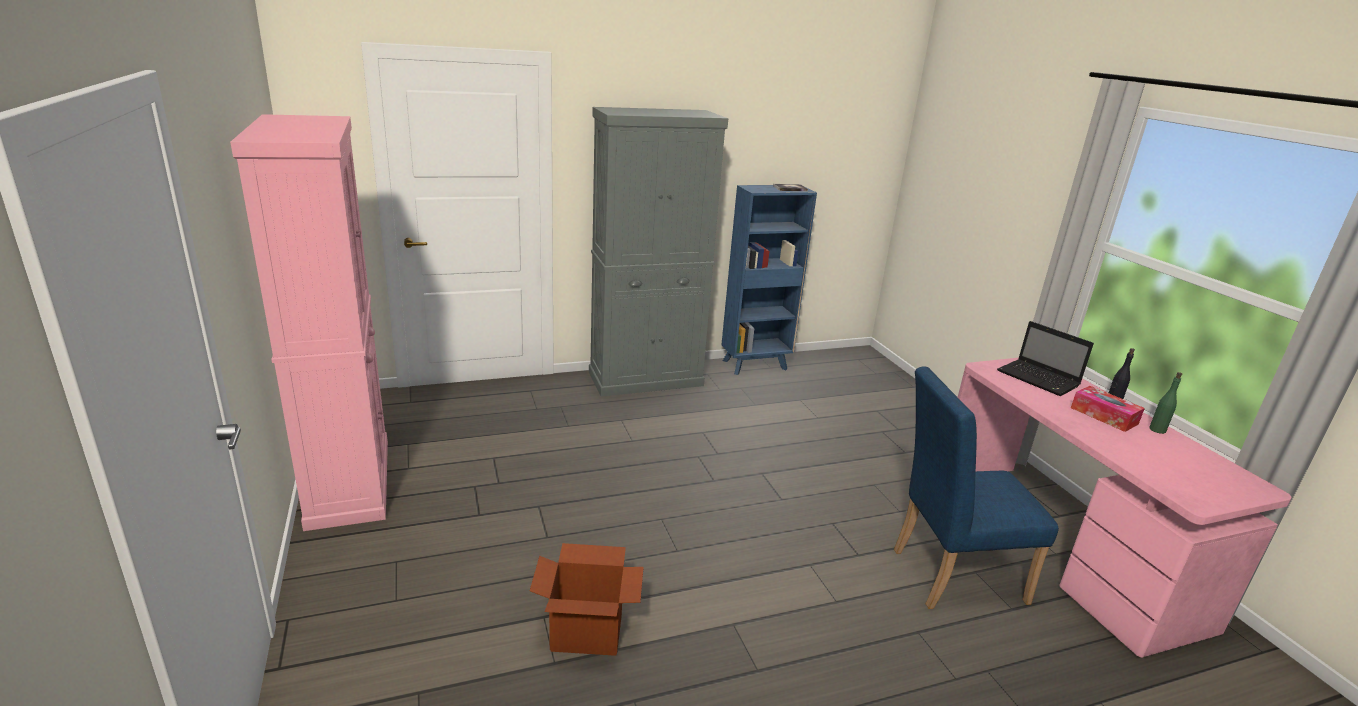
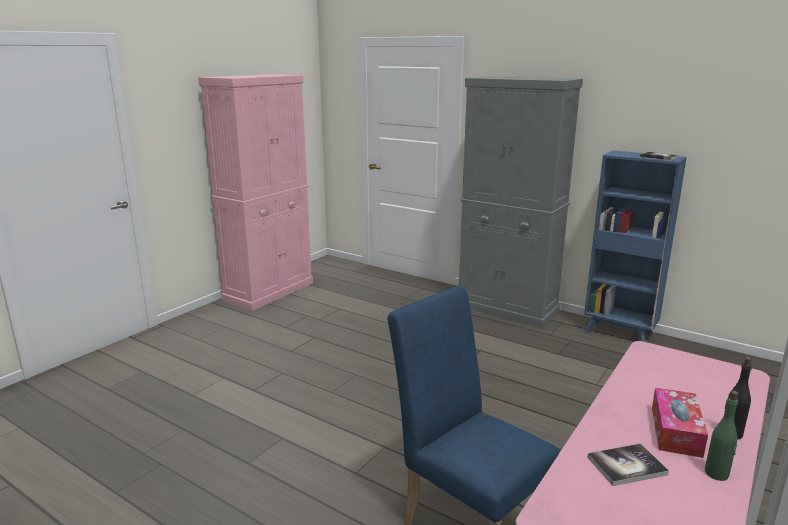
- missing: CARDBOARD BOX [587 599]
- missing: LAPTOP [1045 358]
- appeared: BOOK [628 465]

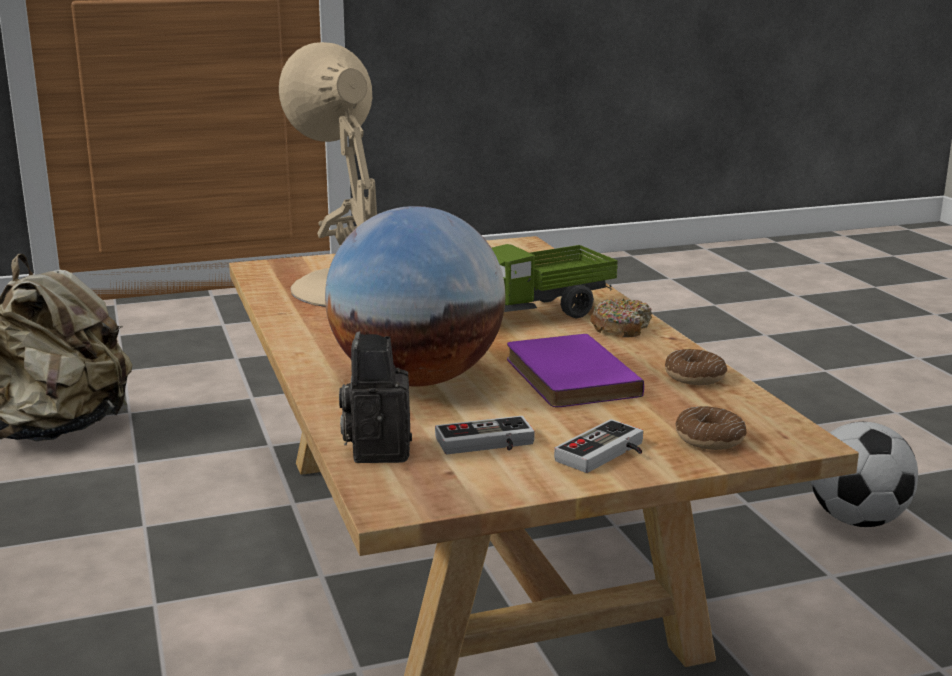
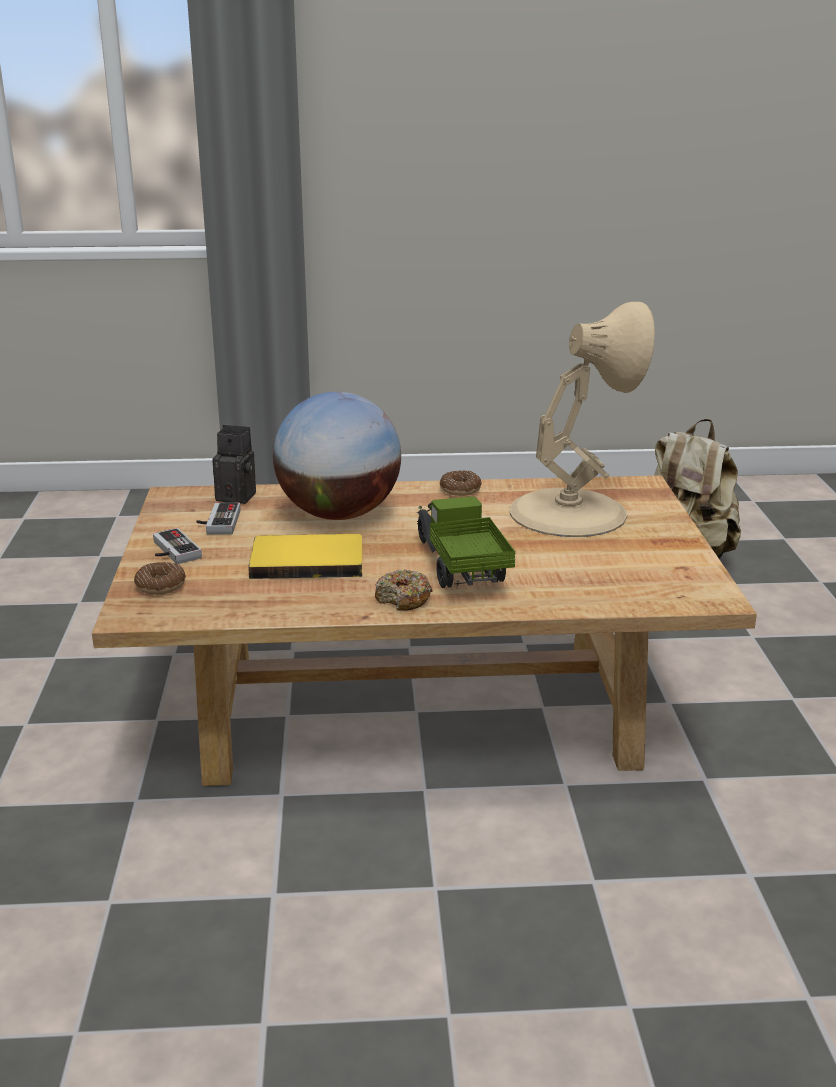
- missing: FOOTBALL [864 474]
- relocated: DONUT [696 367] to [461 483]
- colour: PURPLE BOOK [575 370] to YELLOW BOOK [305 556]

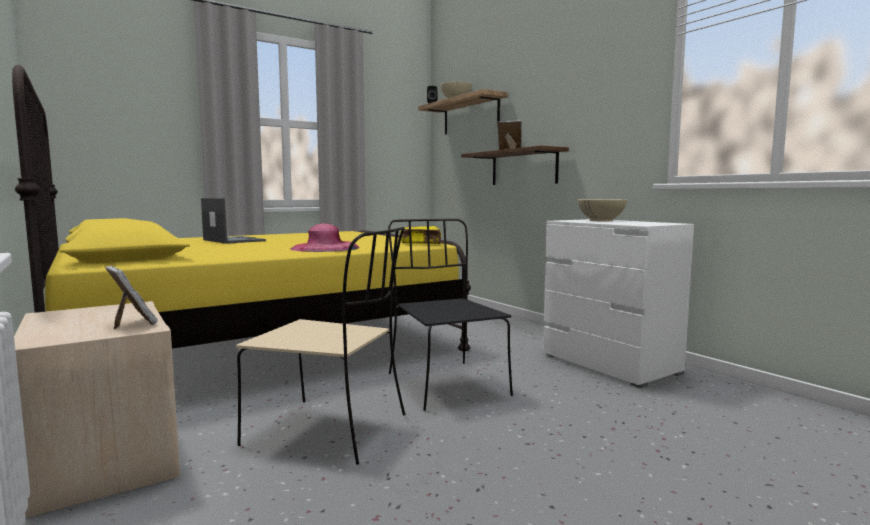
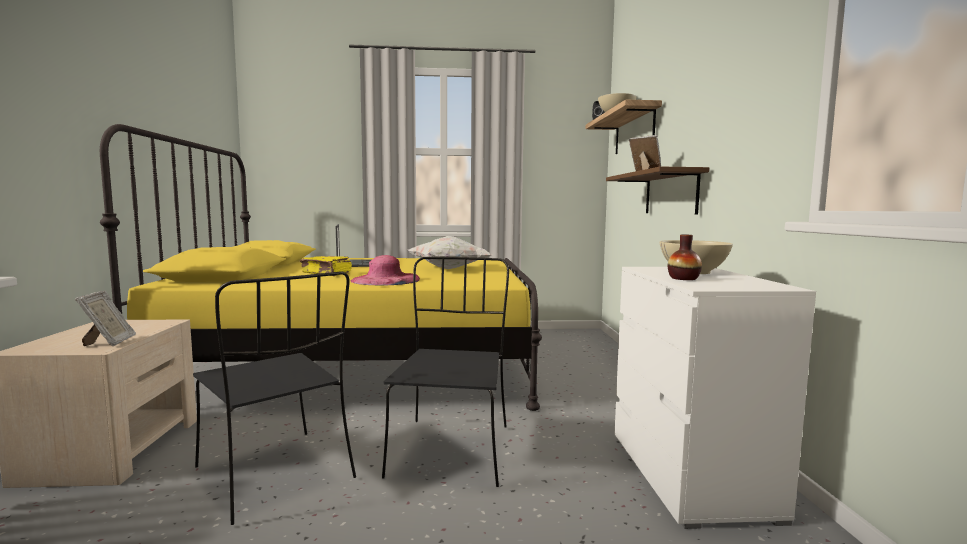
- appeared: WHITE PILLOW [449 252]
- appeared: VASE [685 257]
- relocated: YELLOW BOOK [420 235] to [326 266]
- colour: BEIGE CHAIR [320 346] to BLACK CHAIR [274 398]

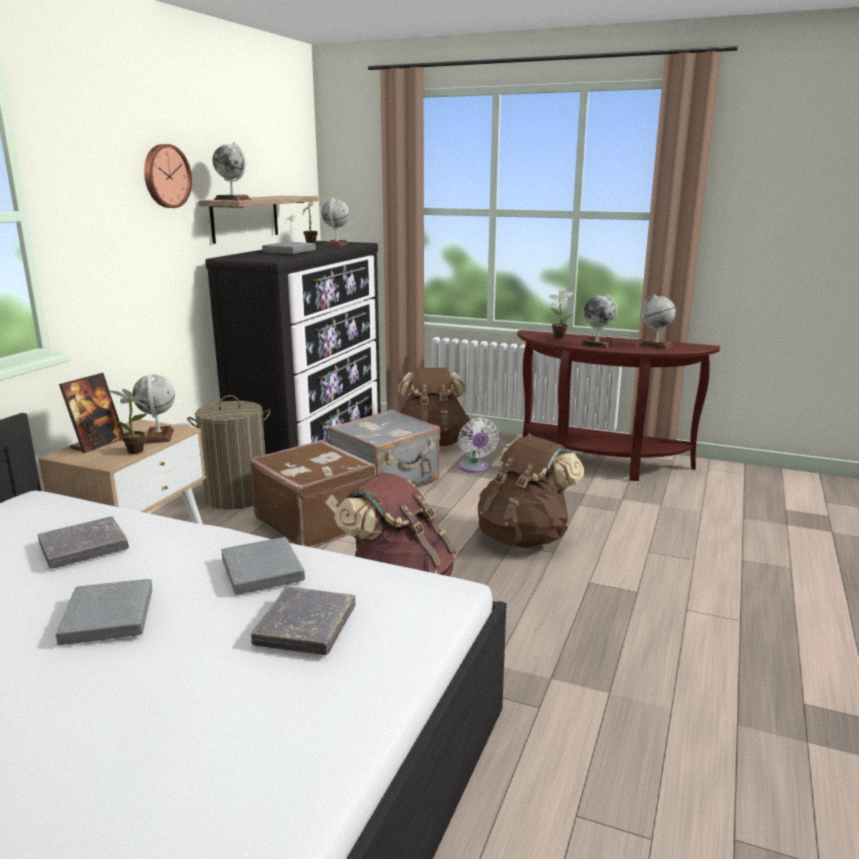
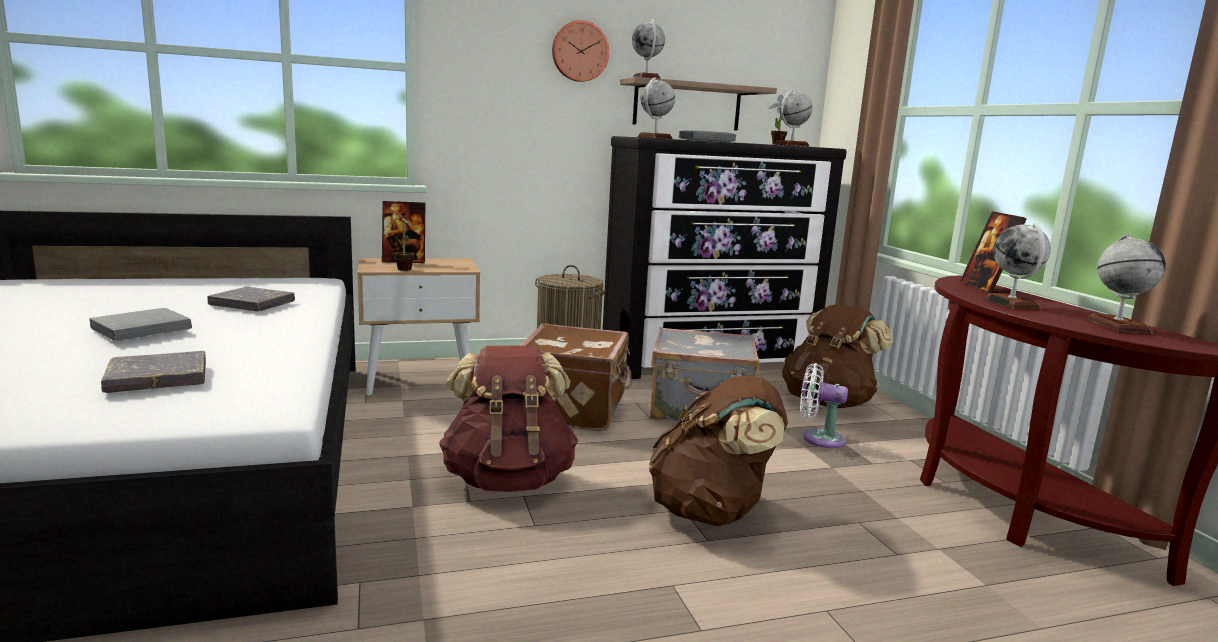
- missing: GREY BOOK [263 566]
- relocated: GLOBE [153 409] to [656 108]
- exchanged: POTTED PLANT [561 312] to PICTURE FRAME [993 252]
- spun: WHITE FAN [478 445] = [824 405] 75 degrees clockwise

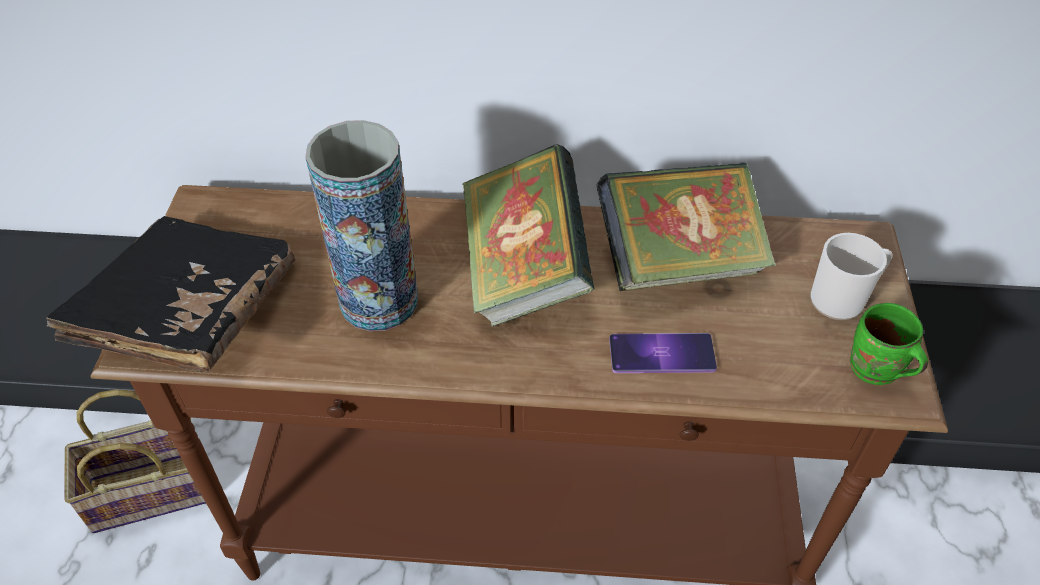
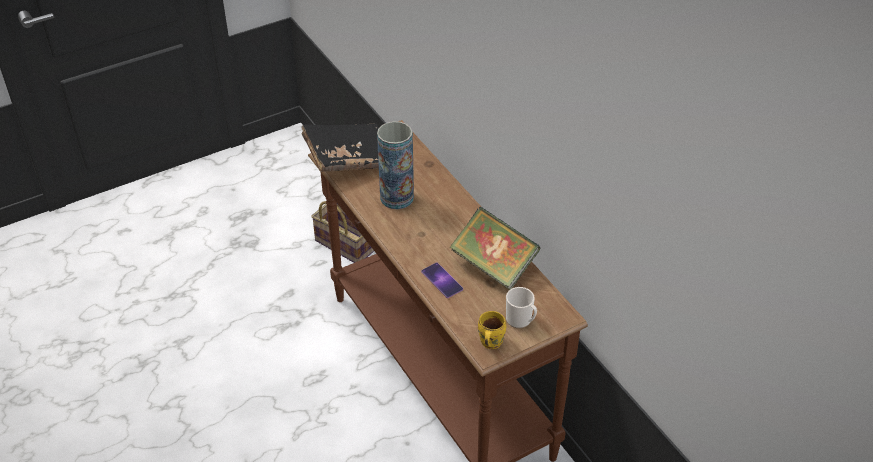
- missing: BOOK [528 235]
- colour: GREEN MUG [889 344] to YELLOW MUG [492 330]

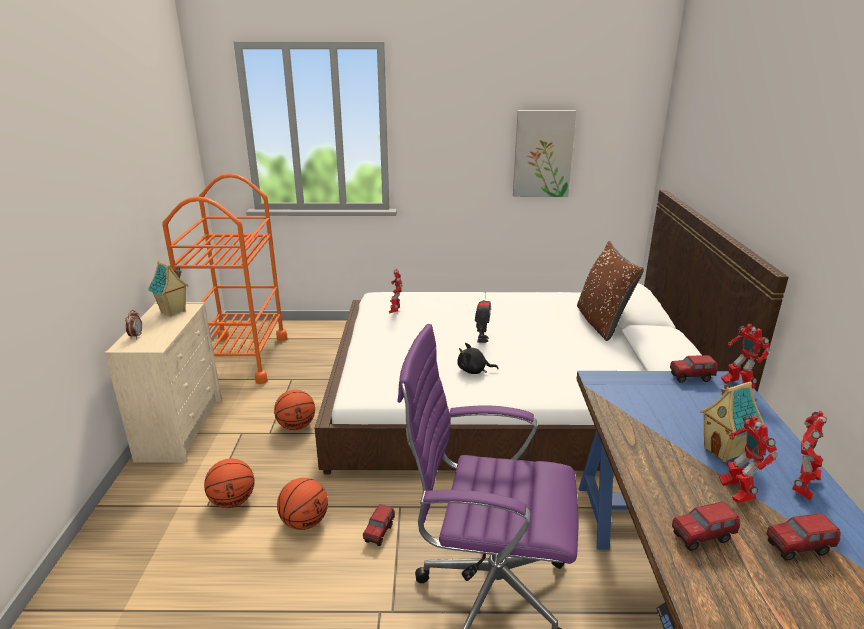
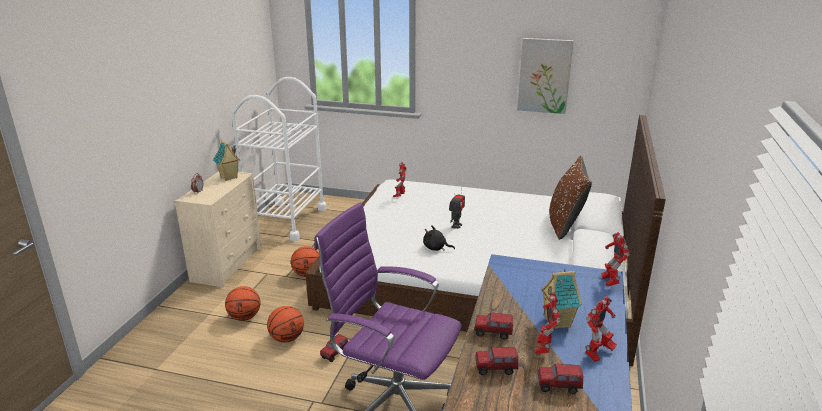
- relocated: TOY TRUCK [694 369] to [493 326]
- colour: ORANGE CART [225 278] to WHITE CART [279 159]

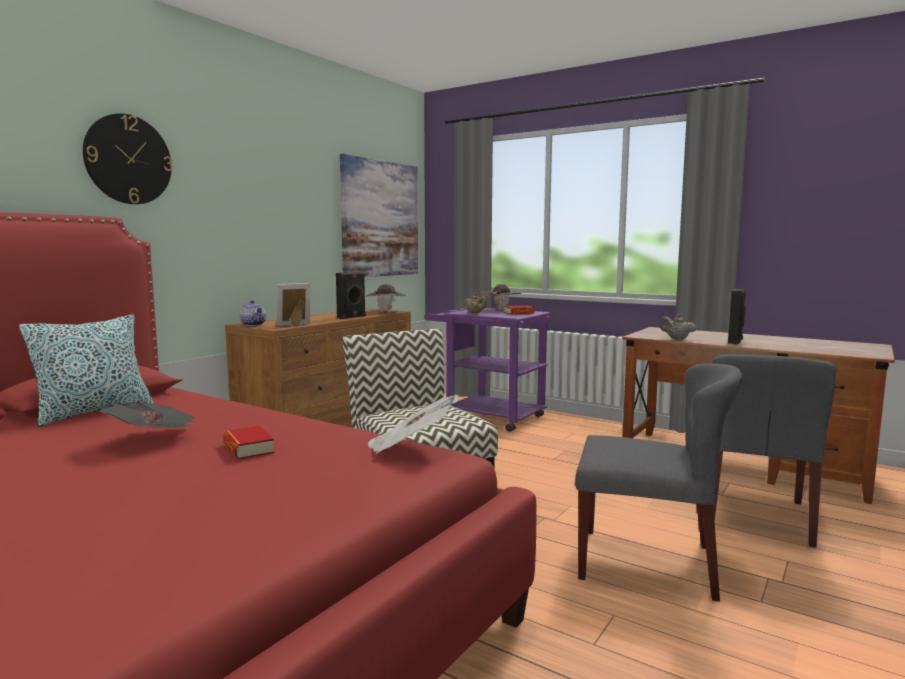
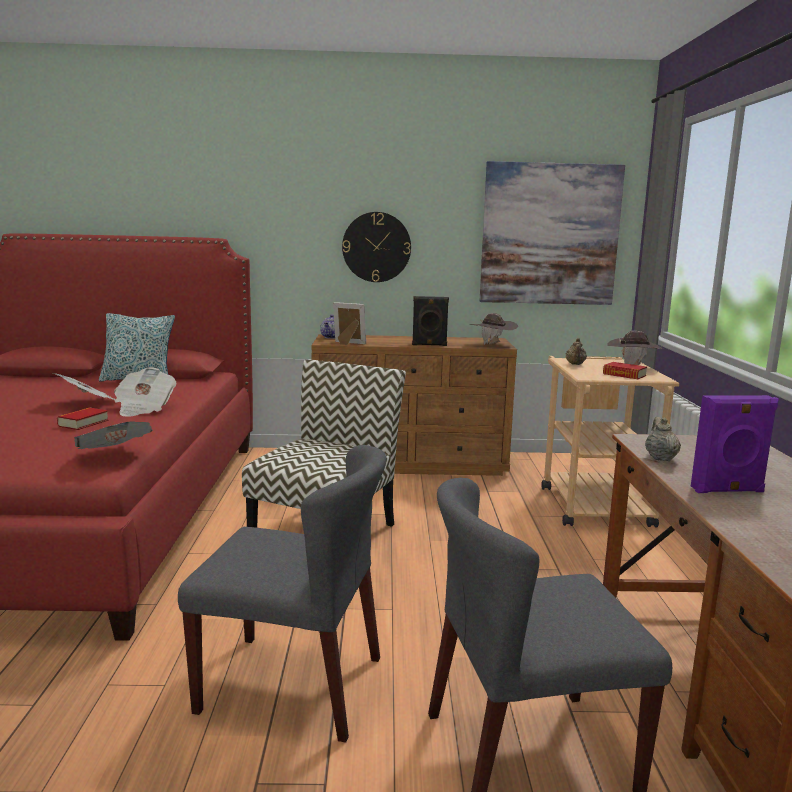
- appeared: NEWSPAPER [145 392]
- relocated: WALL CLOCK [128 158] to [376 247]
- colour: PURPLE CART [487 370] to BEIGE CART [610 441]
- colour: BLACK SPEAKER [737 316] to PURPLE SPEAKER [735 444]
- spun: GREY CHAIR [658 482] = [282 594] 60 degrees counterclockwise

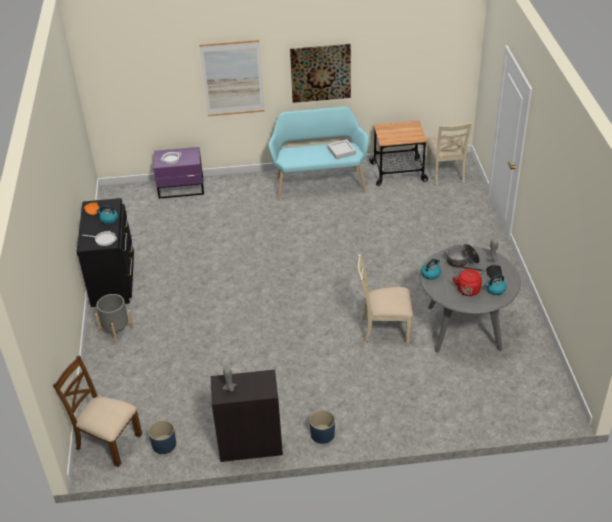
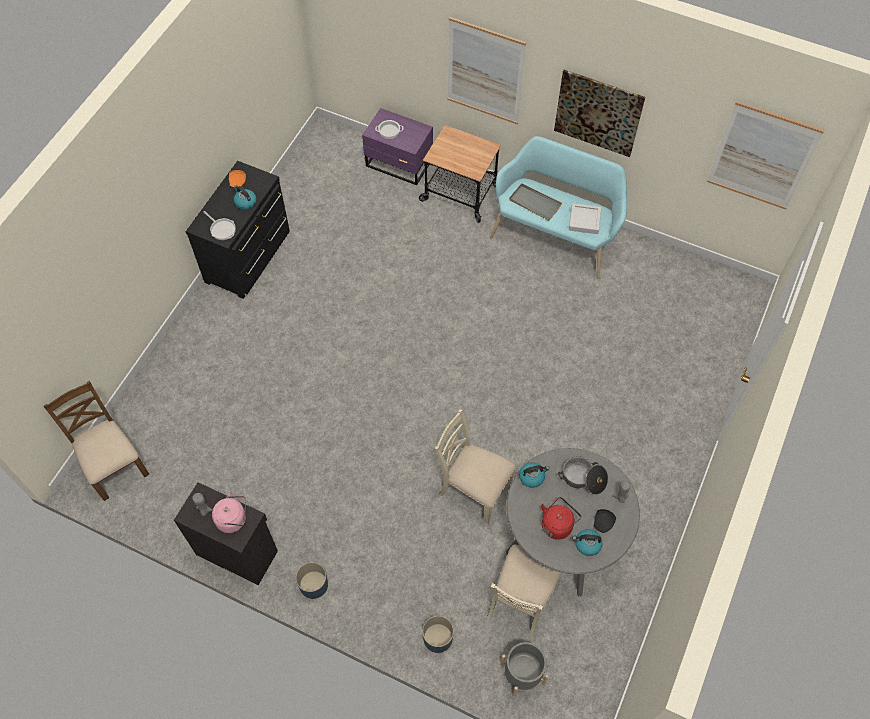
- appeared: PINK KETTLE [229 512]
- appeared: GREY TRAY [535 202]
- appeared: PICTURE [765 155]
- relocated: GREY PLANTER [114 318] to [524 669]
- relocated: BLUE PLANTER [162 437] to [438 634]
- relocated: CART [399 153] to [460 174]
- relocated: BEIGE CHAIR [449 153] to [525 591]

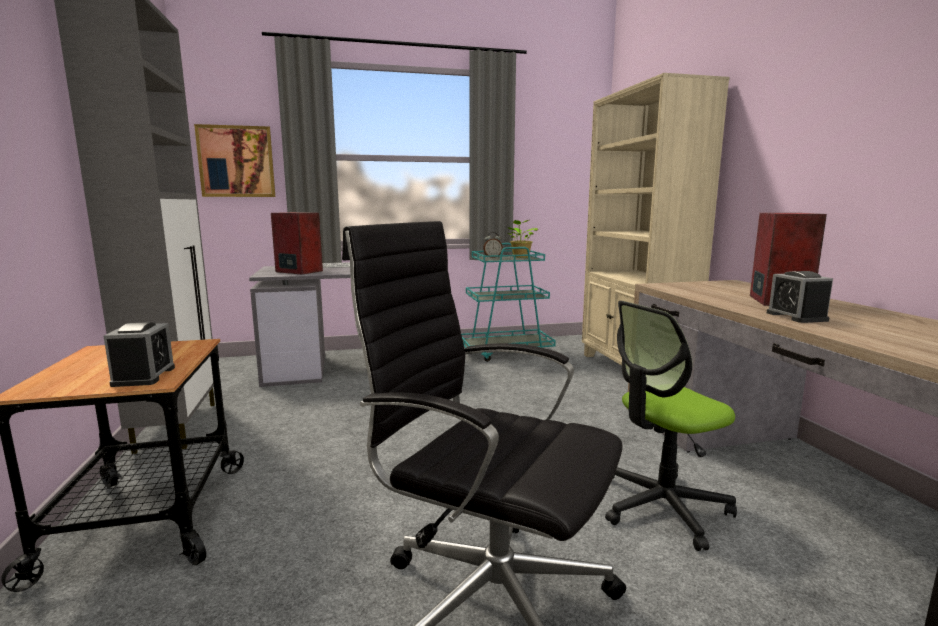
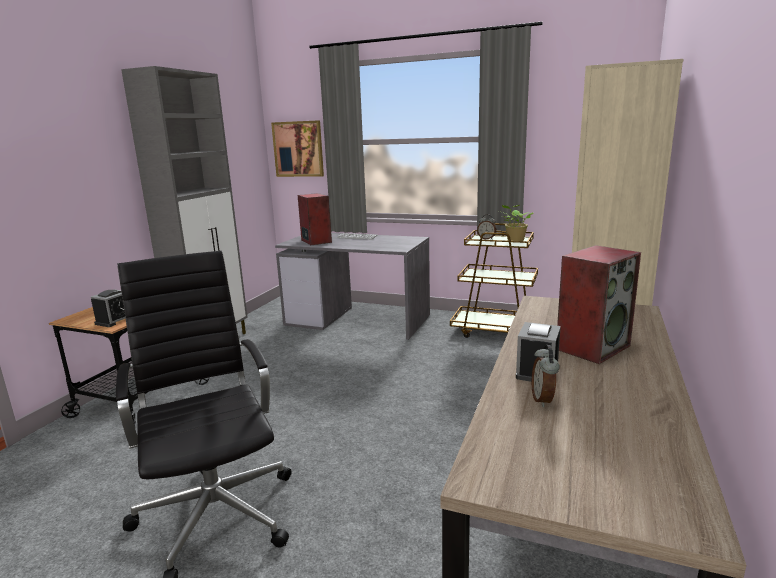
- missing: OFFICE CHAIR [671 426]
- appeared: ALARM CLOCK [546 376]
- colour: TURQUOISE CART [508 302] to BROWN CART [494 280]

